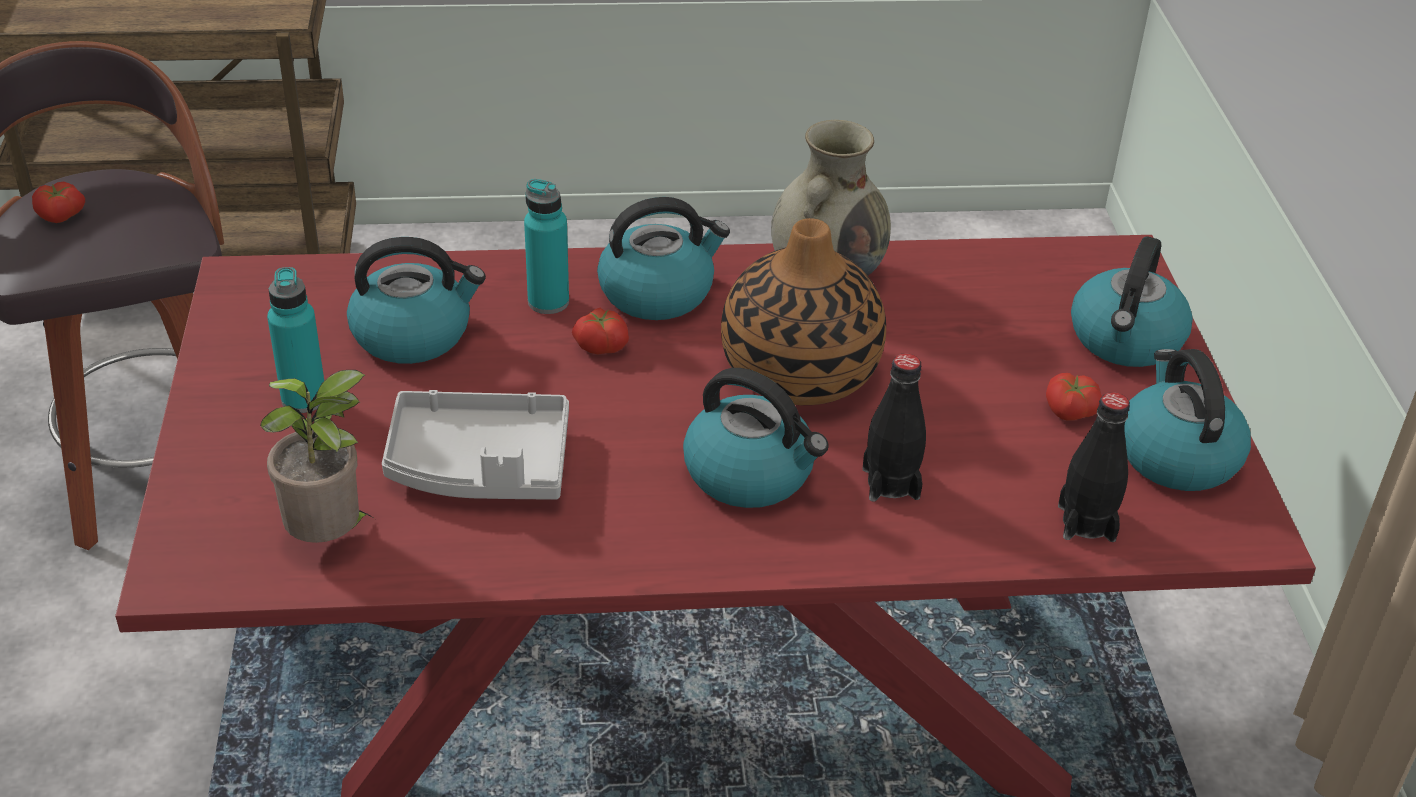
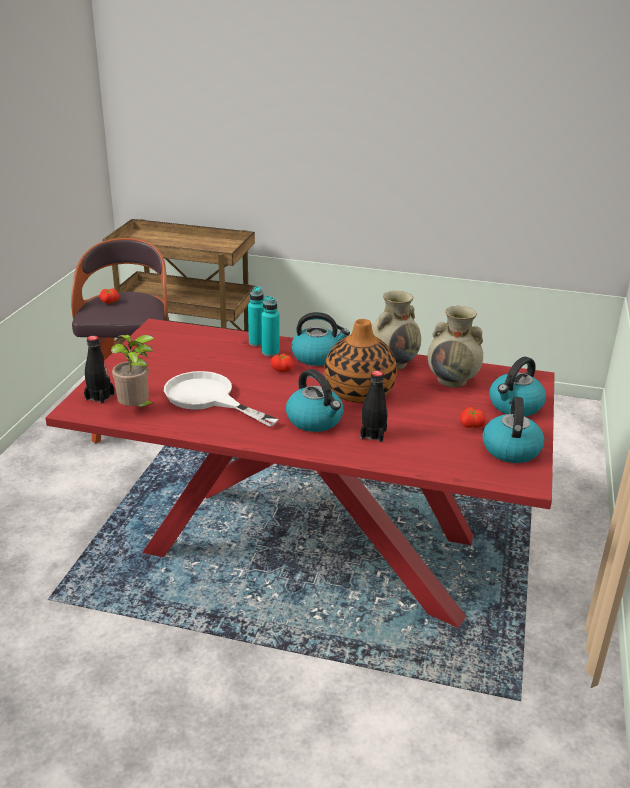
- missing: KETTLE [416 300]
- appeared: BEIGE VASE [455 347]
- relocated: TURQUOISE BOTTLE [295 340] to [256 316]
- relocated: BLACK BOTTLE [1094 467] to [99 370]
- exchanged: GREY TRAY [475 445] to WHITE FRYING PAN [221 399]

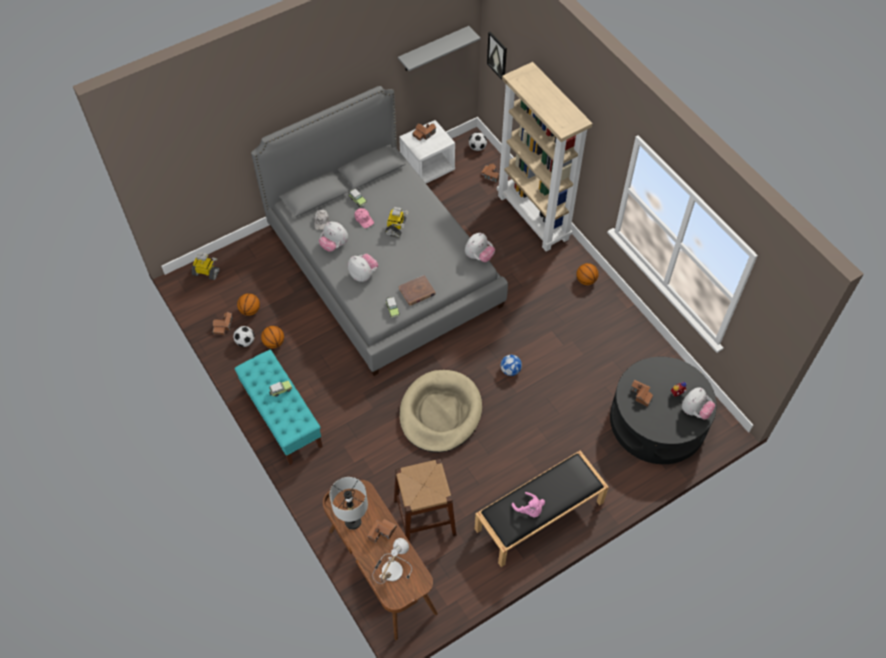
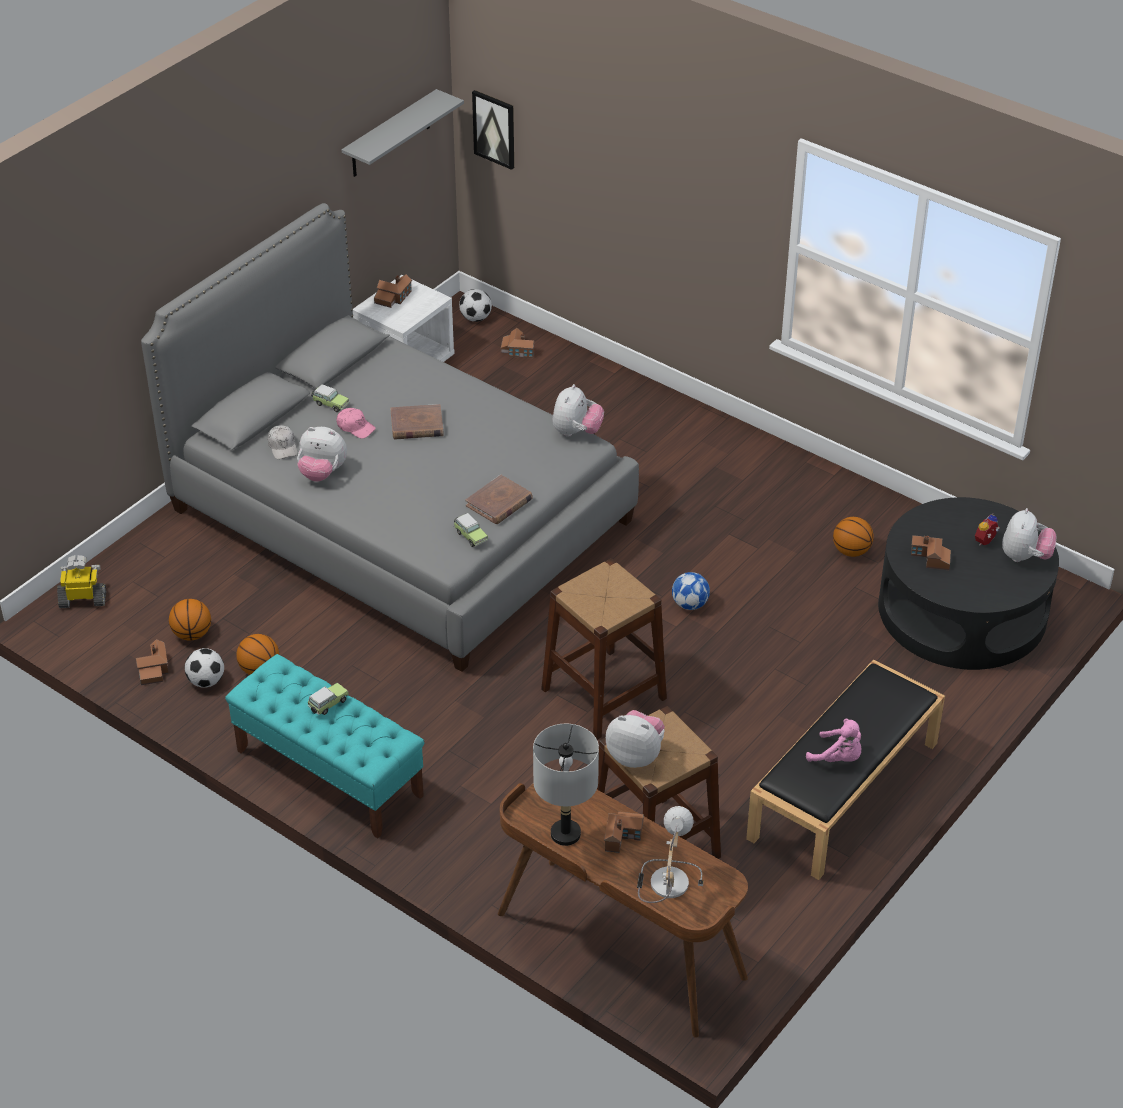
- missing: BEIGE BOOKCASE [545 157]
- relocated: PLUSH TOY [363 268] to [635 739]
- relocated: BASKETBALL [587 274] to [853 537]
- exchanged: TOY ROBOT [396 222] to BROWN BOOK [417 422]
- exchanged: BEIGE DOG BED [441 411] to BROWN STOOL [604 649]

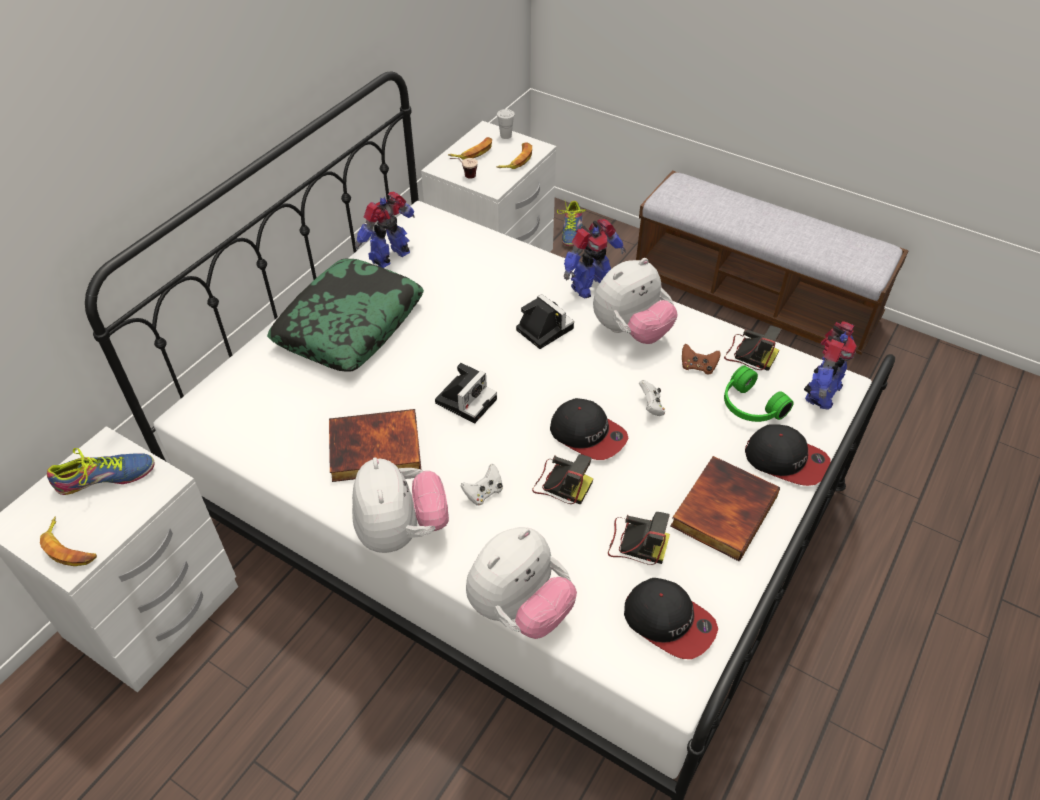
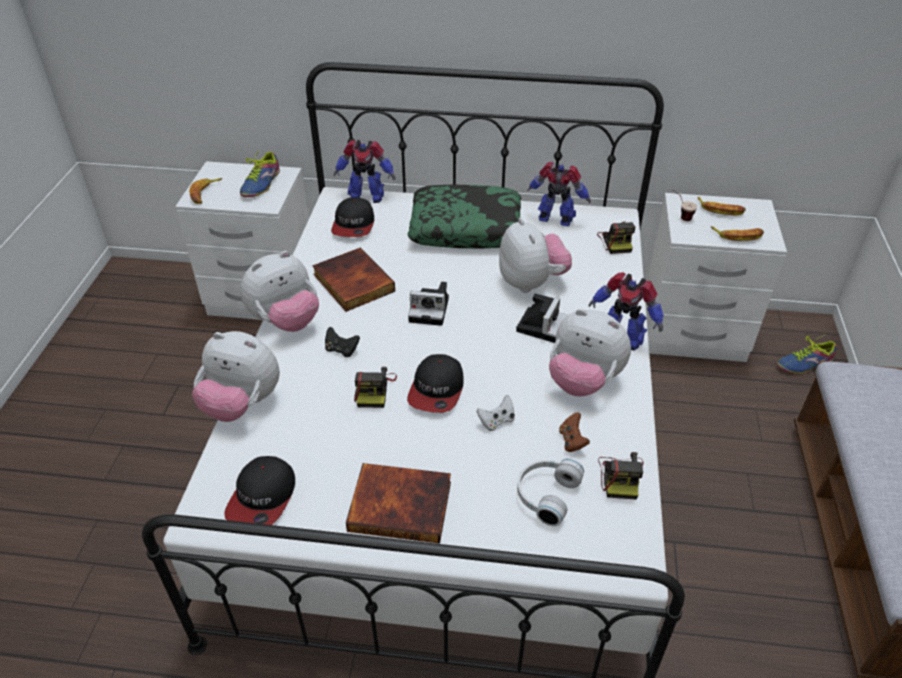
- missing: WHITE CUP [506 124]
- appeared: PLUSH TOY [535 255]
- relocated: PHOTO CAMERA [639 538] to [616 238]
- relocated: CAP [787 455] to [352 217]
- relocated: TOY ROBOT [830 365] to [365 171]
- colour: WHITE GAME CONTROLLER [482 485] to BLACK GAME CONTROLLER [342 342]
- colour: GREEN HEADPHONES [759 393] to WHITE HEADPHONES [550 492]
- spun: SHOE [100 471] = [260 173] 60 degrees clockwise

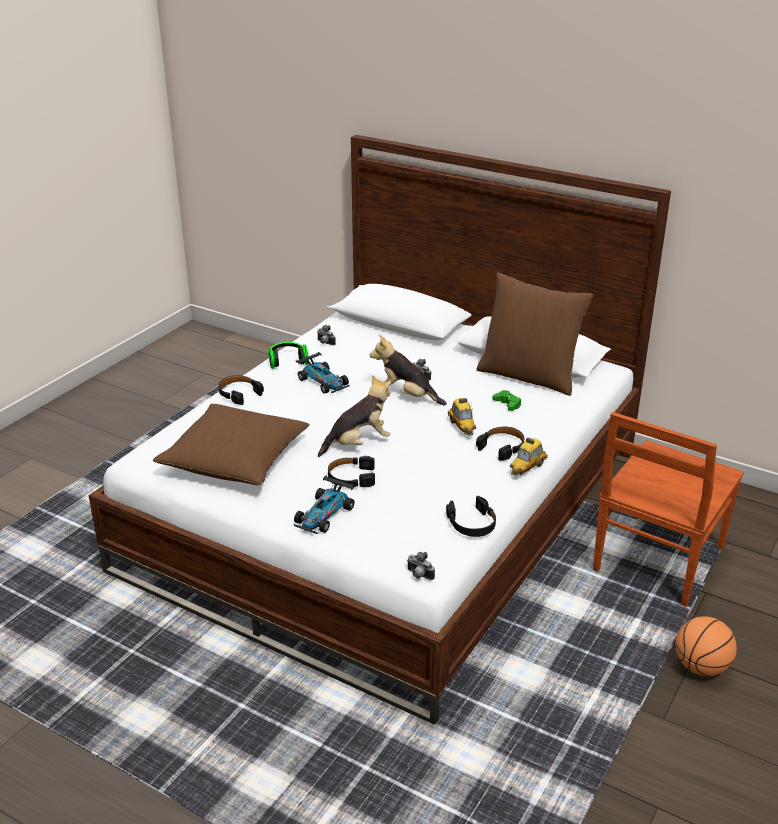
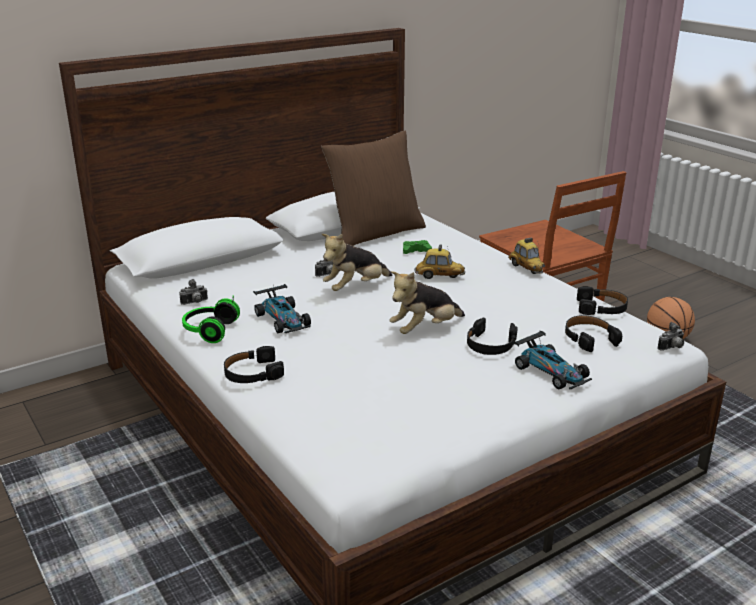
- missing: BROWN PILLOW [231 444]
- relocated: BLACK HEADPHONES [500 444] to [593 333]
- spun: TOY CAR [323 373] = [282 308] 75 degrees clockwise
- spun: PLUSH TOY [354 416] = [427 302] 120 degrees counterclockwise

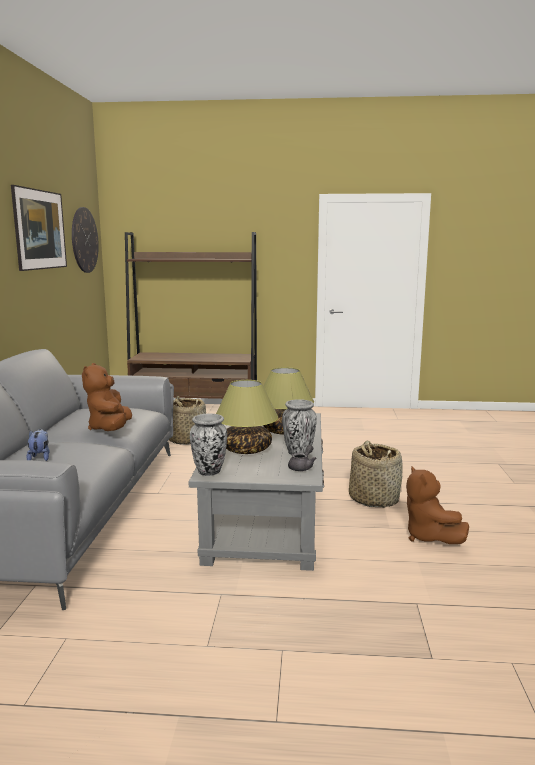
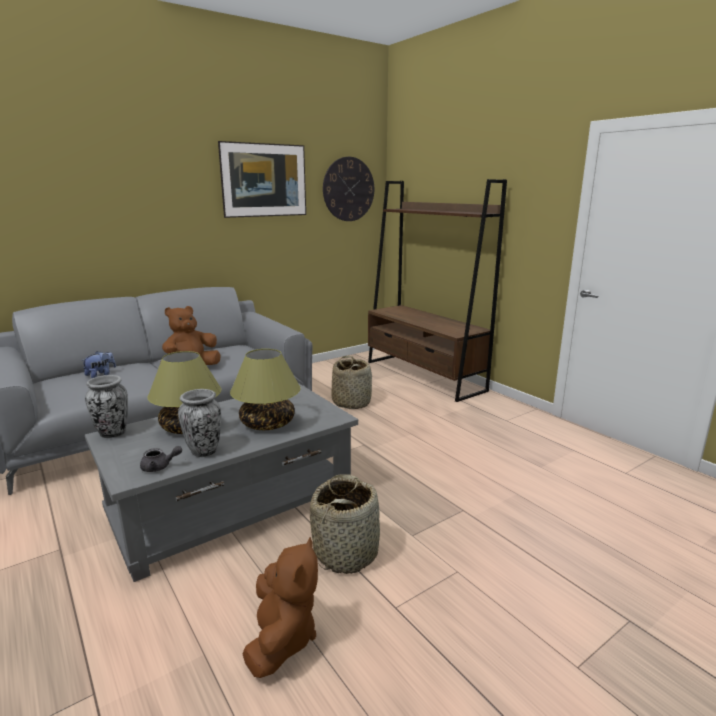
- spun: BROWN PLUSH TOY [437 505] = [280 607] 150 degrees clockwise

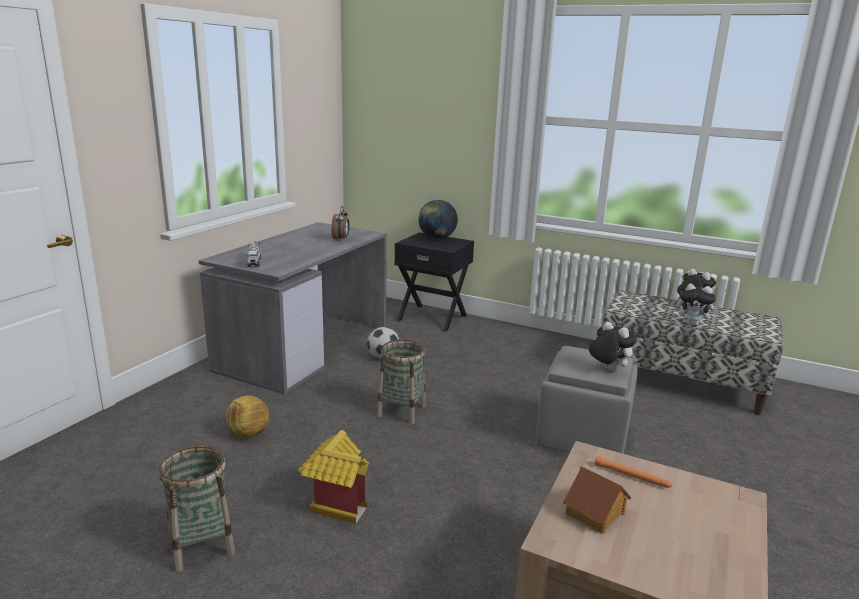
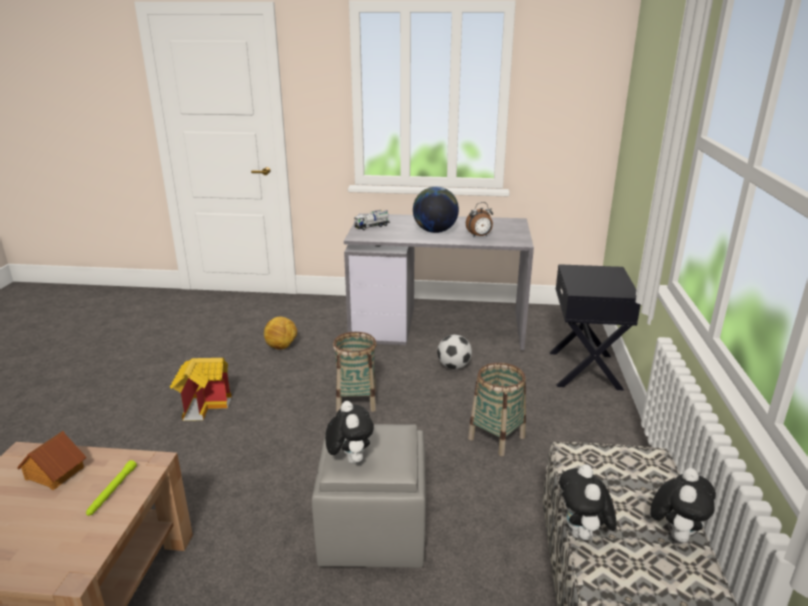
- relocated: BASKET [197 509] to [497 409]
- relocated: GLOBE [438 219] to [436 210]
- colour: ORANGE FLASHLIGHT [633 472] to GREEN FLASHLIGHT [111 488]
- spun: PLUSH TOY [613 347] = [349 432] 45 degrees counterclockwise

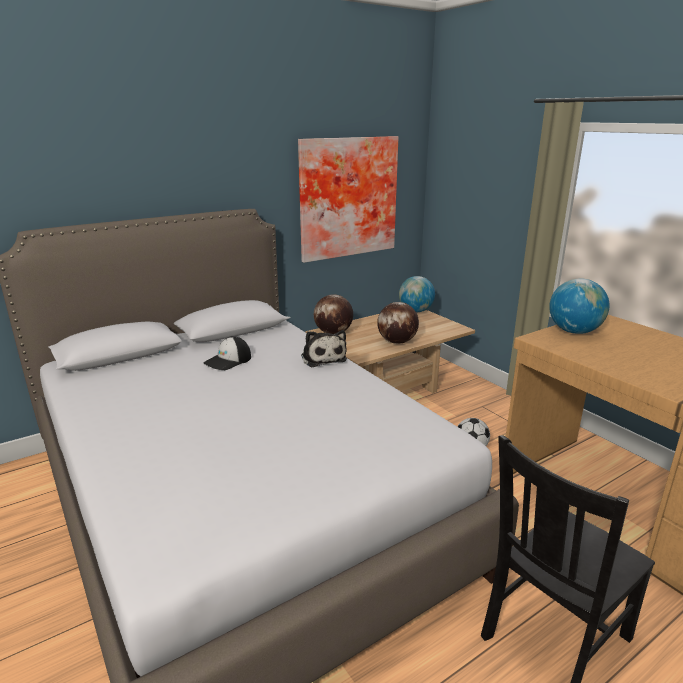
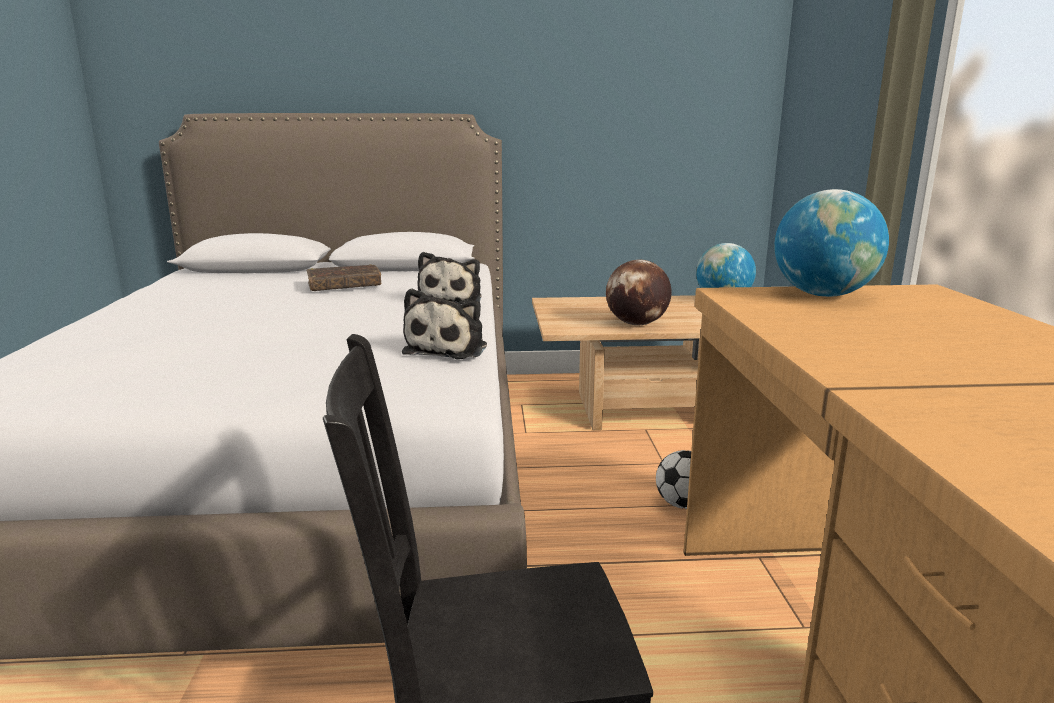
- missing: PICTURE [348 199]
- missing: GLOBE [333 314]
- appeared: PLUSH TOY [444 323]
- exchanged: CAP [227 353] to BROWN BOOK [344 277]

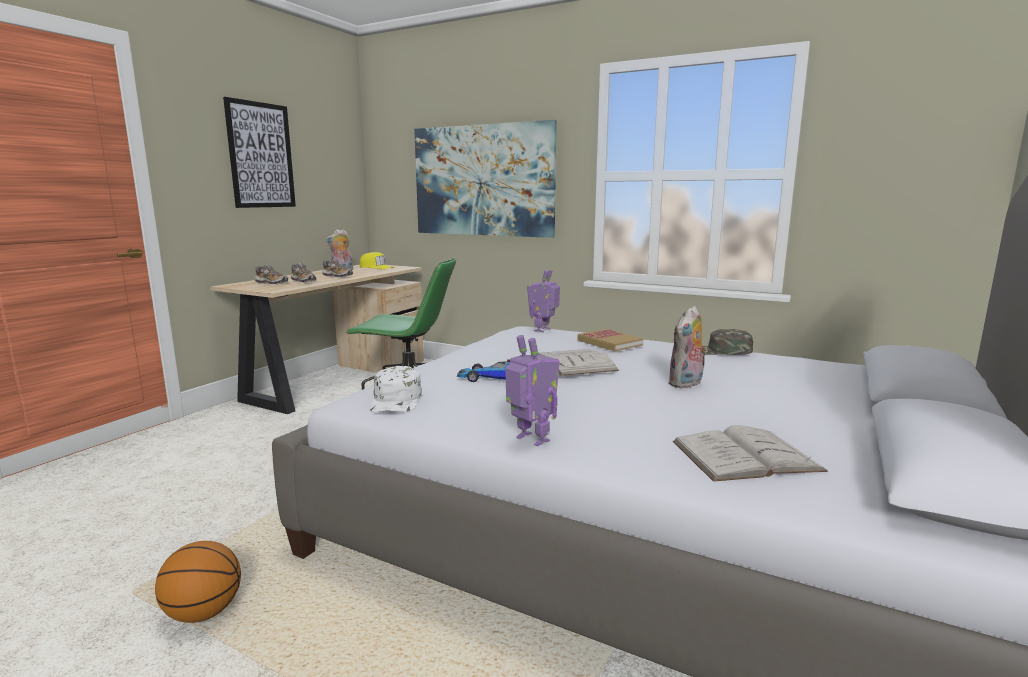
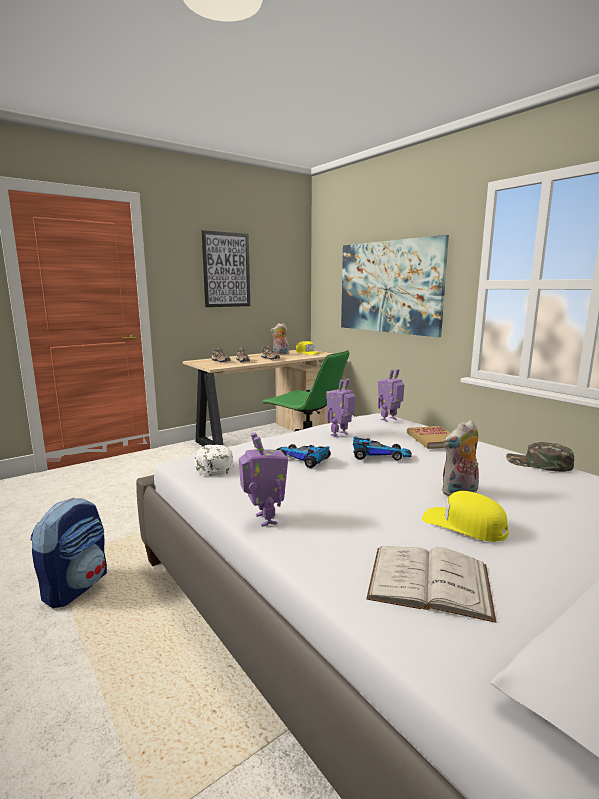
- appeared: TOY ROBOT [341 408]
- appeared: YELLOW CAP [465 516]
- exchanged: BASKETBALL [198 582] to BACKPACK [68 553]
- exchanged: WHITE BOOK [578 362] to TOY CAR [382 448]
- spun: WHITE CAP [396 389] = [214 460] 135 degrees clockwise

